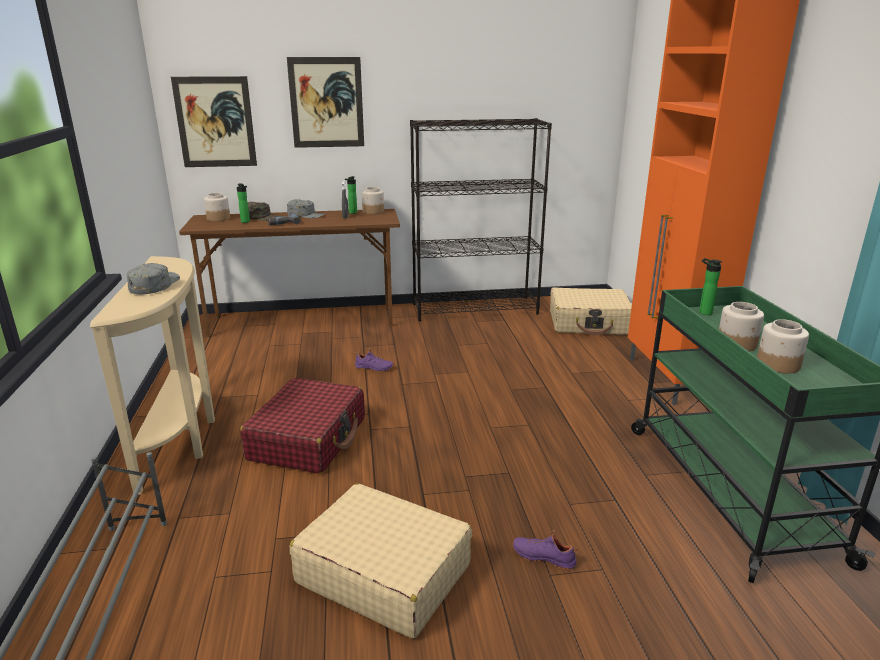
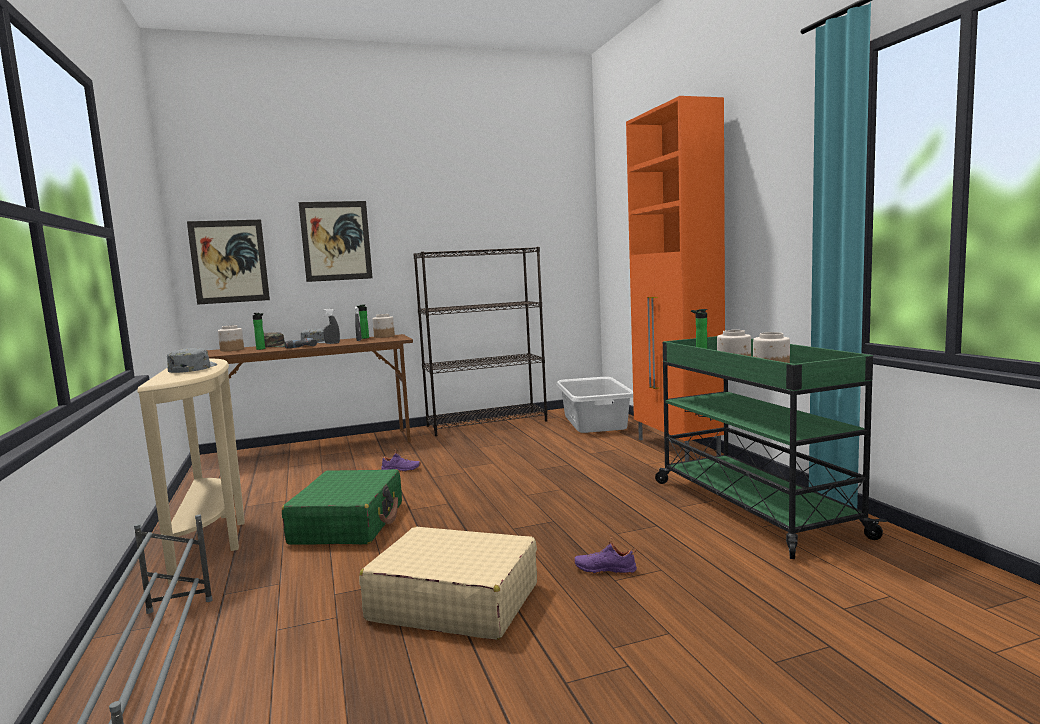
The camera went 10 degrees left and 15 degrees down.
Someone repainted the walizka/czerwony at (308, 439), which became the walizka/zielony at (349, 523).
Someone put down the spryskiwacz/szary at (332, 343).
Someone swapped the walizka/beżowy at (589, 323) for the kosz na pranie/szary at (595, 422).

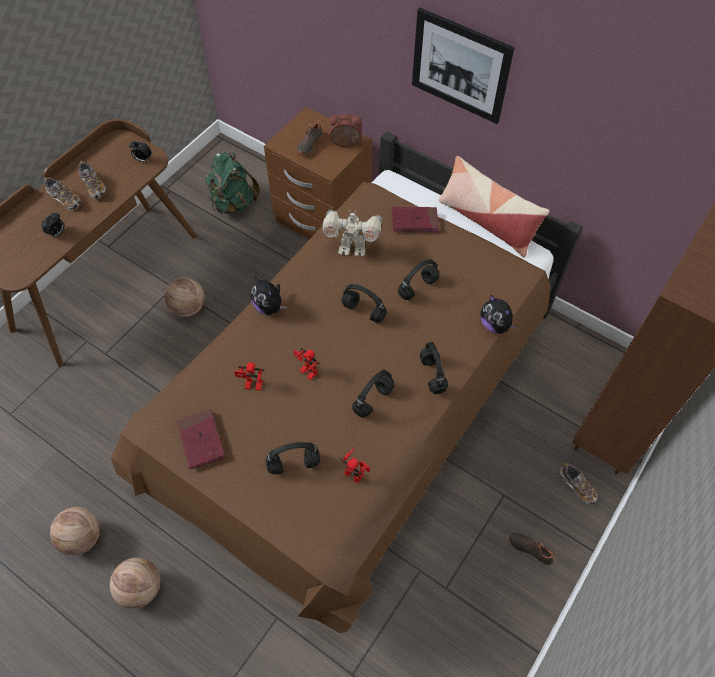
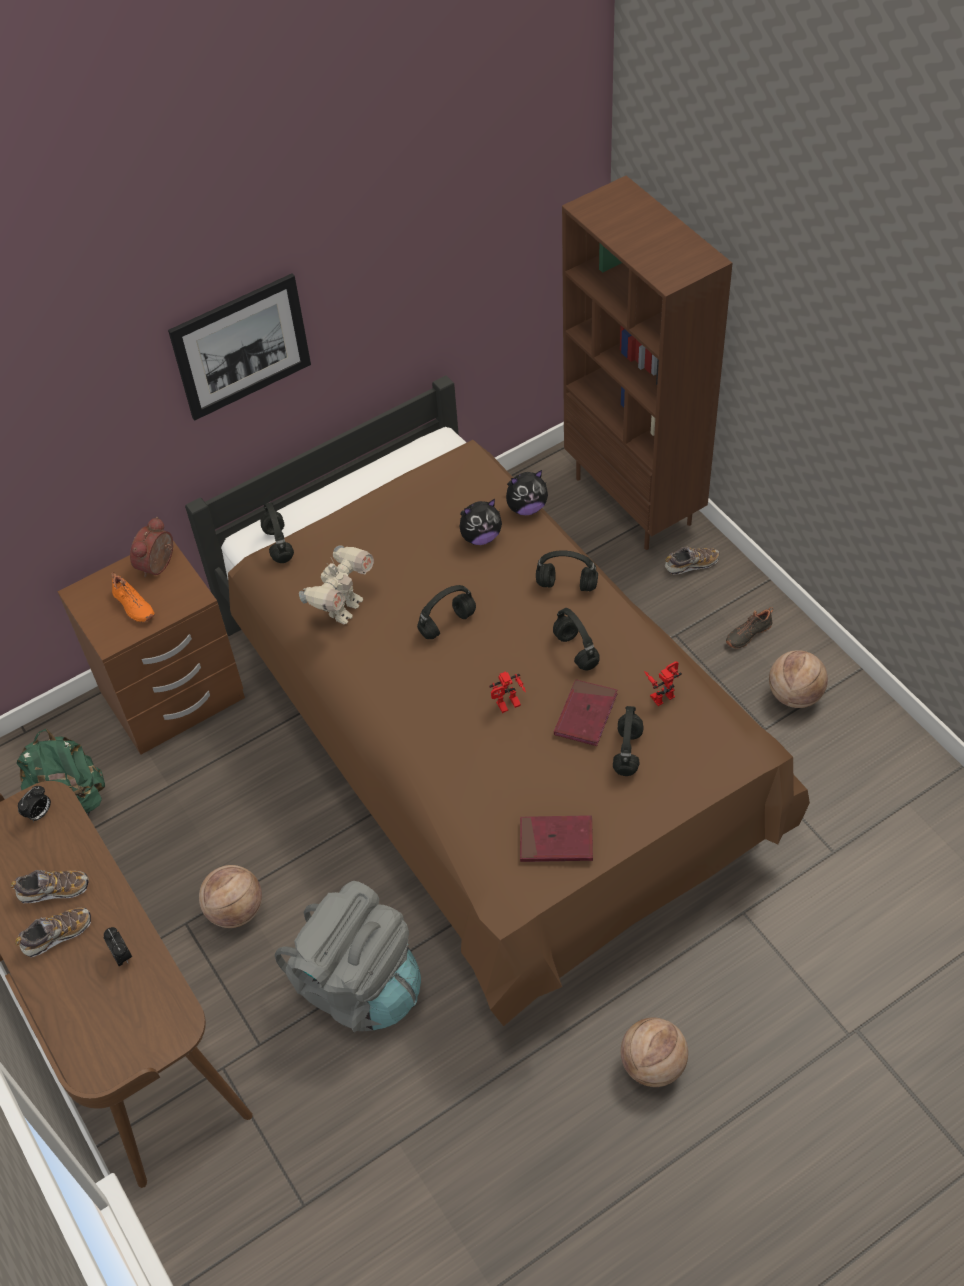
The camera went 65 degrees left and 5 degrees down.
Someone repainted the but/czarny at (309, 144), which became the but/pomarańczowy at (133, 606).
Someone carried the słuchawki/czarny from (418, 287) to (278, 544).
Someone put down the plecak/szary at (359, 985).
Someone carried the pluszak from (269, 307) to (480, 537).
Someone carried the książka/czerwony from (414, 221) to (585, 715).
Someone carried the piłka do koszykówki from (82, 537) to (794, 695).
Someone took away the robot zabawkowy at (252, 386).
Someone took away the poduszka at (487, 221).

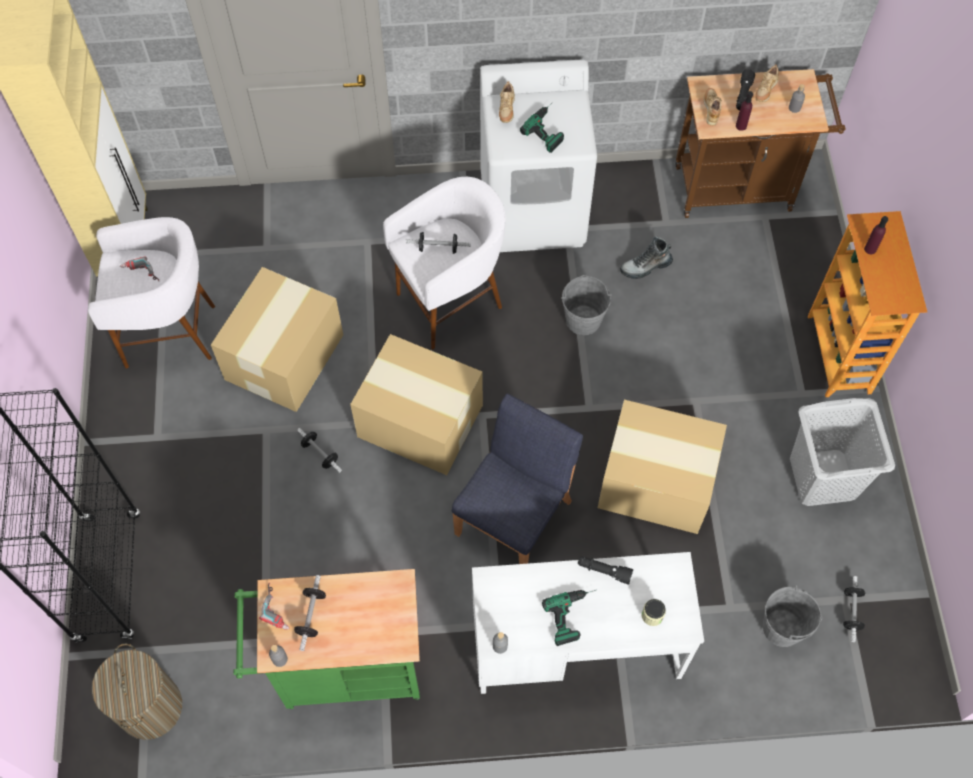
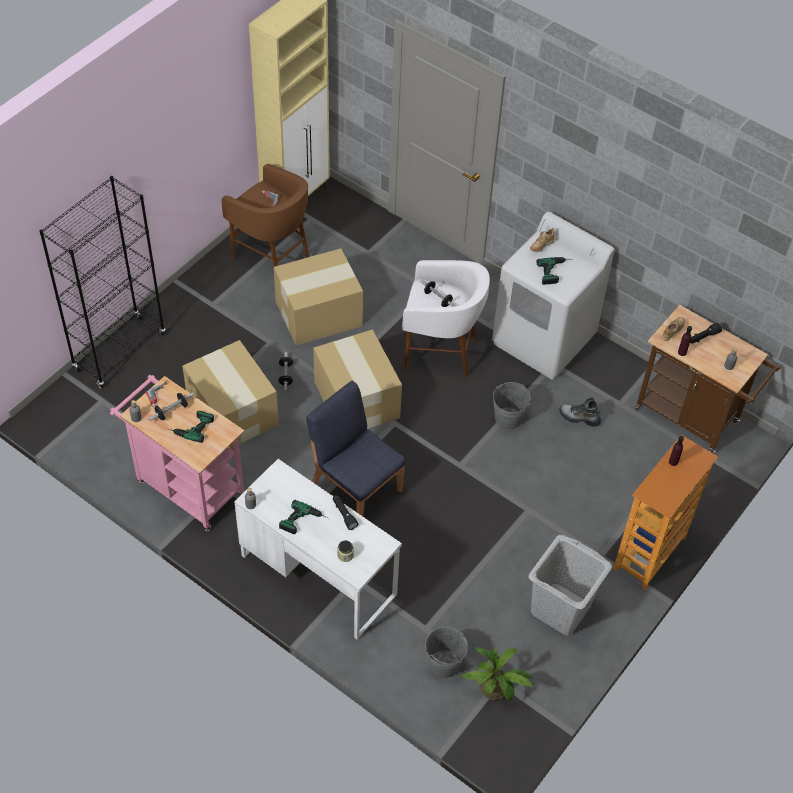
The camera went 40 degrees right and 10 degrees down.
Someone repainted the wózek/zielony at (343, 667), which became the wózek/różowy at (186, 485).
Someone put down the wiertarka at (190, 426).
Someone carried the karton from (657, 483) to (232, 413).
Someone repainted the stołek/biały at (171, 333), which became the stołek/brązowy at (272, 259).
Someone rotated the krzesło/niebieski at (515, 516) by 120 degrees counterclockwise.
Someone swapped the hantel at (851, 611) for the roślina doniczkowa at (496, 690).
Someone took away the kosz na pranie at (150, 707).
Someone took away the but/beżowy at (765, 91).

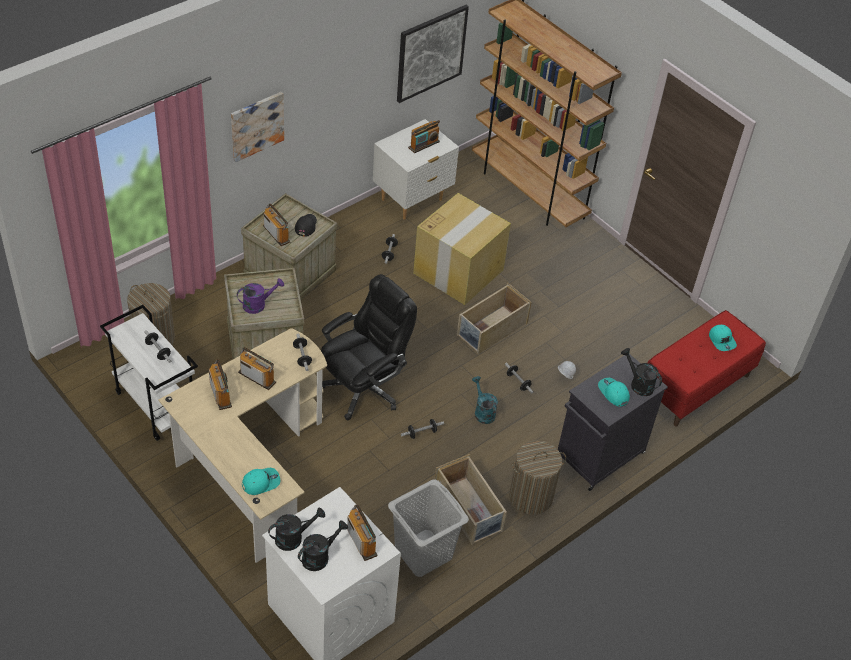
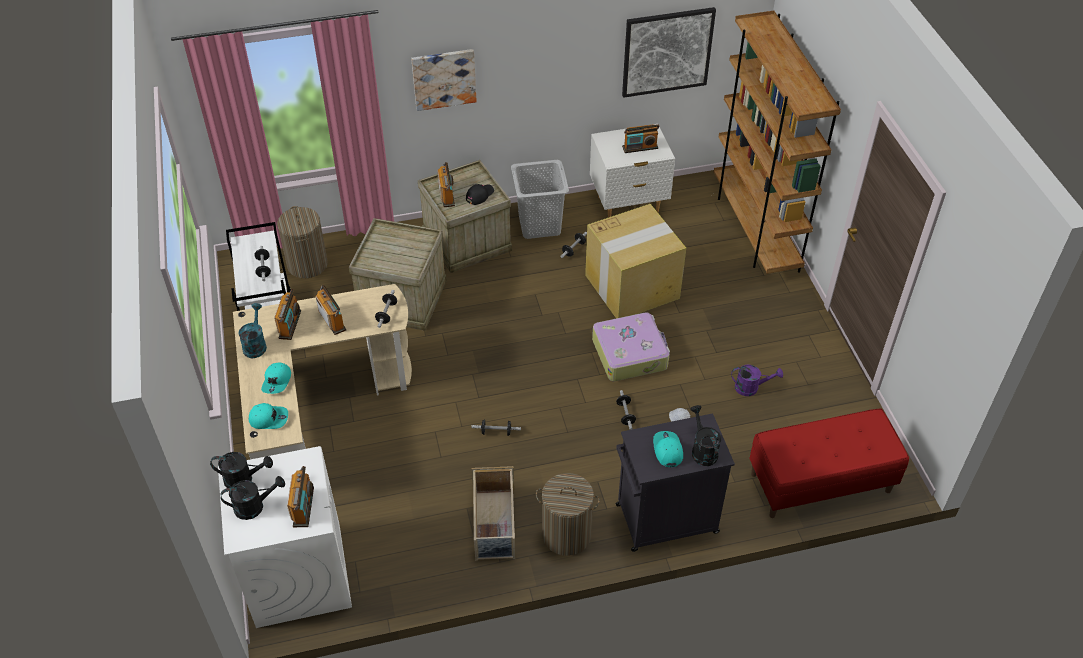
The camera went 30 degrees right and 0 degrees up.
Someone carried the konewka/turkusowy from (483, 411) to (255, 344).
Someone carried the czapka z daszkiem/turkusowy from (722, 340) to (277, 381).
Someone carried the kosz na pranie/szary from (424, 553) to (540, 225).
Someone swapped the pojemnik do przechowywania/beżowy at (491, 329) for the walizka at (630, 353).
Someone carried the konewka/fioletowy from (258, 304) to (751, 388).
Someone took away the krzesło biurowe/czarny at (364, 388).

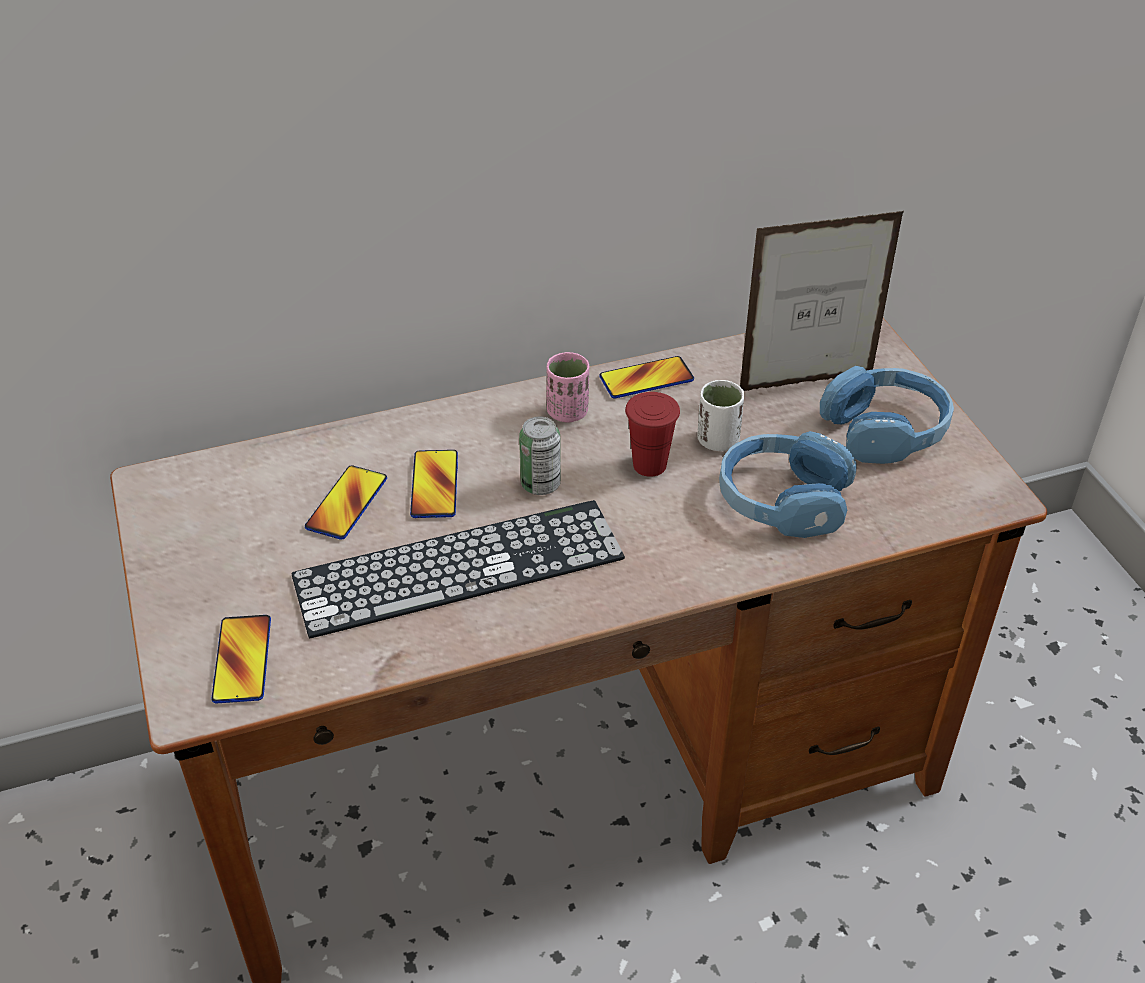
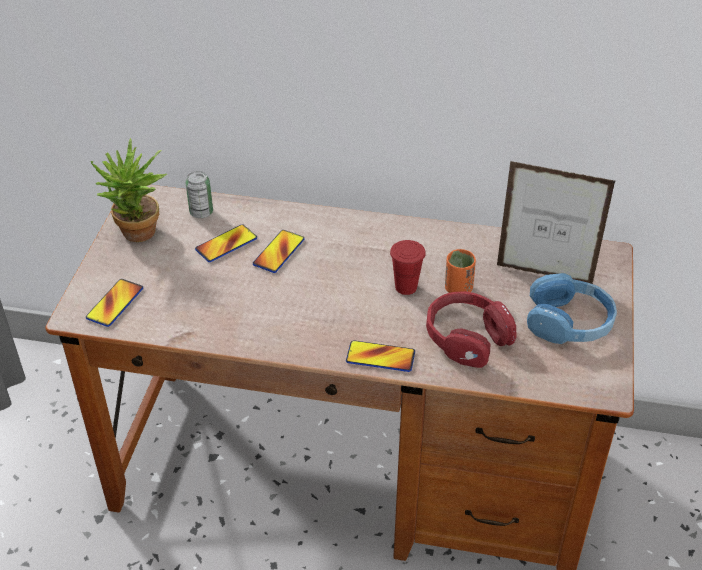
The camera went 30 degrees right and 0 degrees up.
Someone put down the roślina doniczkowa at (137, 236).
Someone carried the puszka from (540, 484) to (201, 212).
Someone carried the telefon from (646, 379) to (380, 357).
Someone repainted the słuchawki/niebieski at (782, 500), which became the słuchawki/czerwony at (466, 338).
Someone repainted the filiżanka/biały at (717, 440), which became the filiżanka/pomarańczowy at (458, 288).
Someone took away the klawiatura at (459, 567).
Someone took away the filiżanka/różowy at (567, 412).

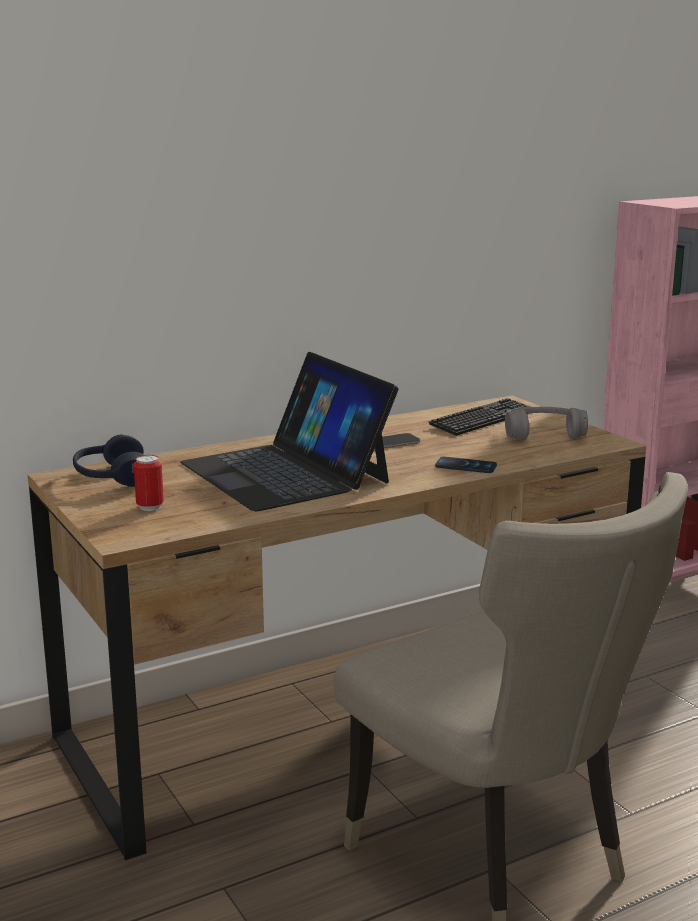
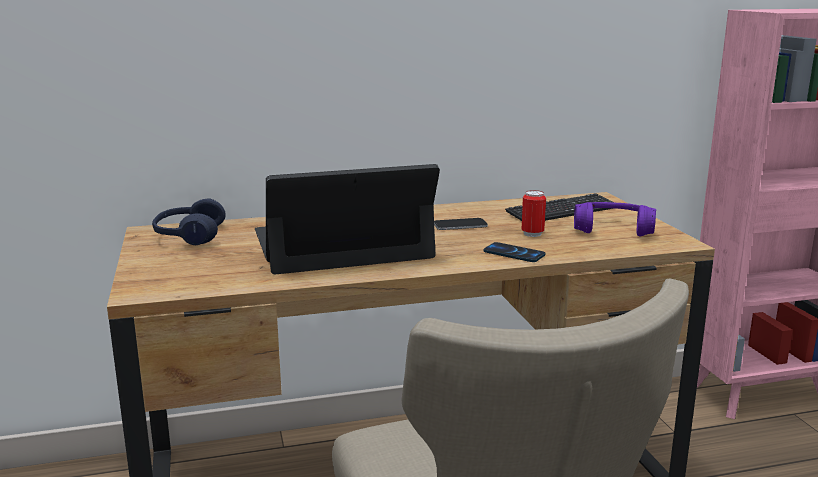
The camera went 15 degrees right and 0 degrees up.
Someone rotated the laptop at (286, 472) by 90 degrees clockwise.
Someone carried the puszka from (150, 507) to (532, 234).
Someone repainted the słuchawki/szary at (543, 434), which became the słuchawki/fioletowy at (612, 229).

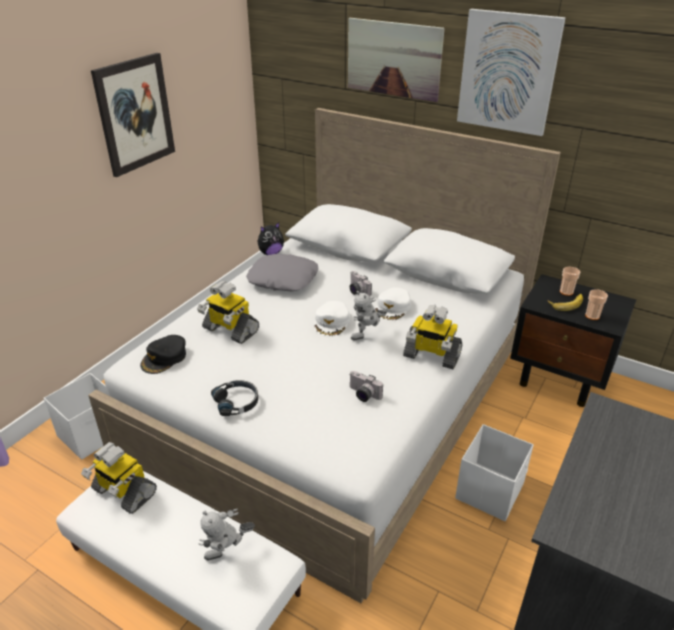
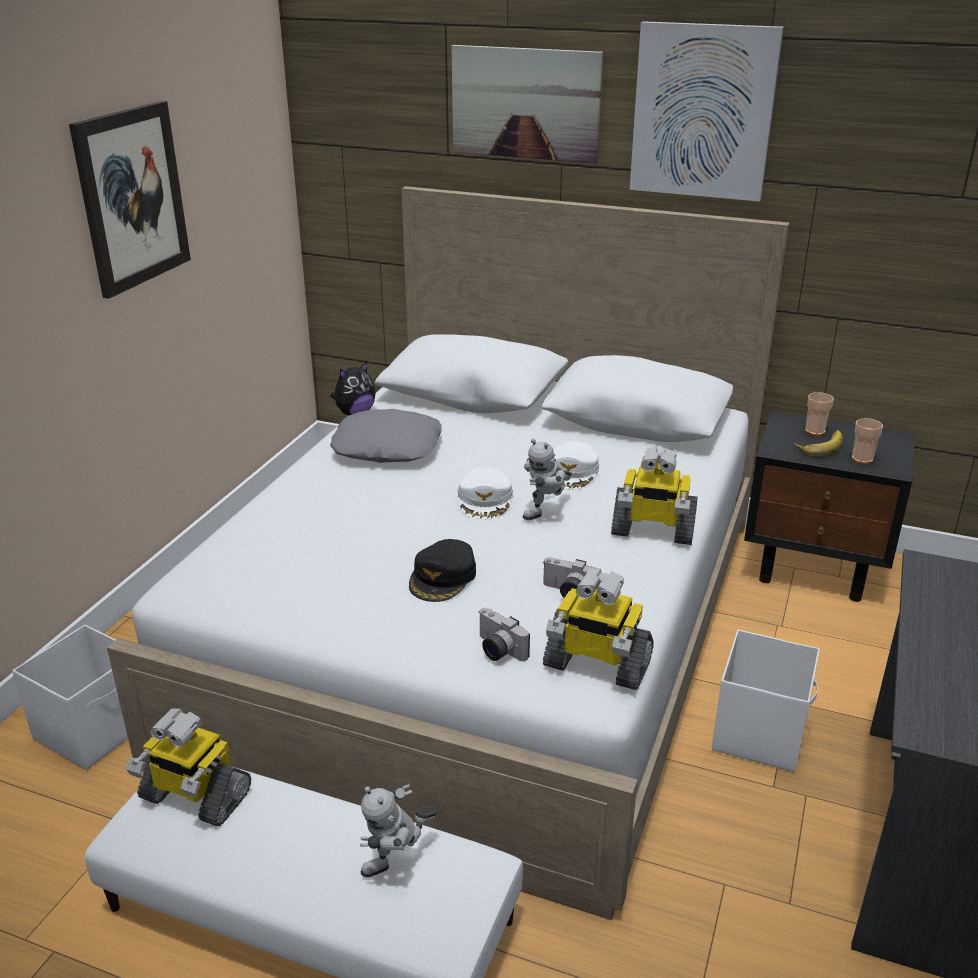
The camera went 10 degrees left and 5 degrees down.
Someone carried the czapka z daszkiem/czarny from (164, 358) to (443, 577).
Someone carried the aparat fotograficzny from (357, 291) to (497, 650).
Someone carried the robot zabawkowy from (230, 330) to (596, 664).
Someone took away the słuchawki/czarny at (237, 402).

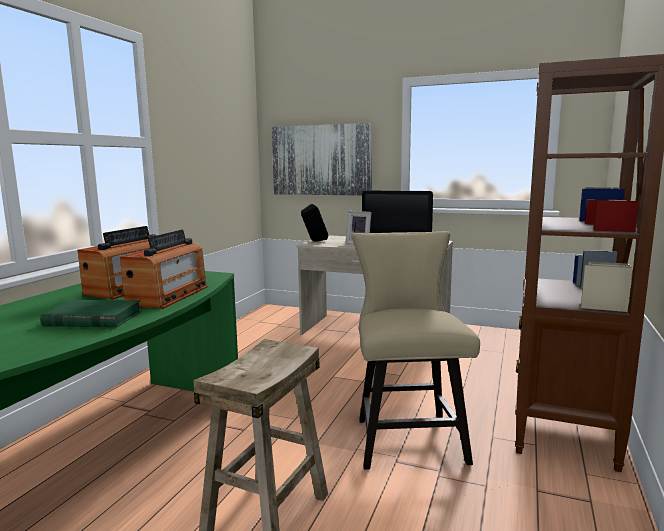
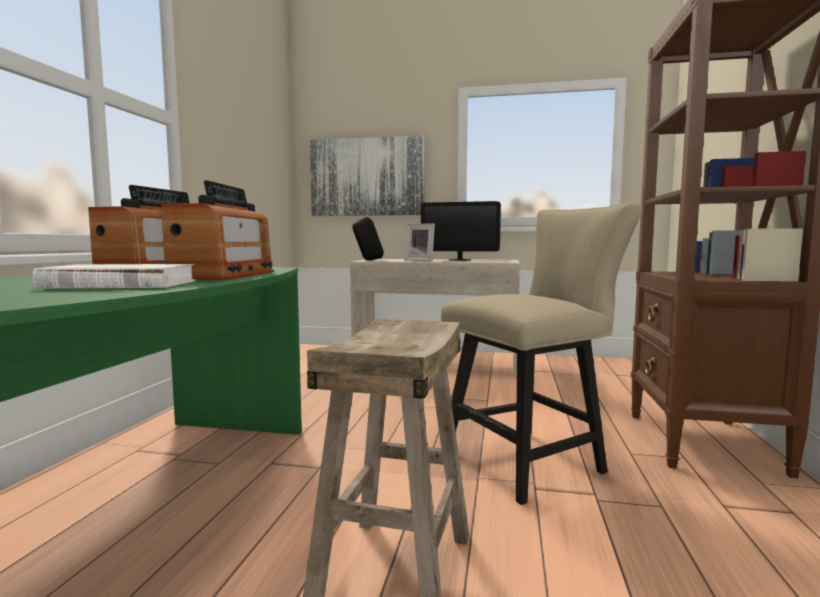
The camera went 10 degrees left and 5 degrees down.
Someone repainted the książka/zielony at (93, 319), which became the książka/biały at (120, 285).
Someone rotated the krzesło/beżowy at (406, 436) by 75 degrees clockwise.

